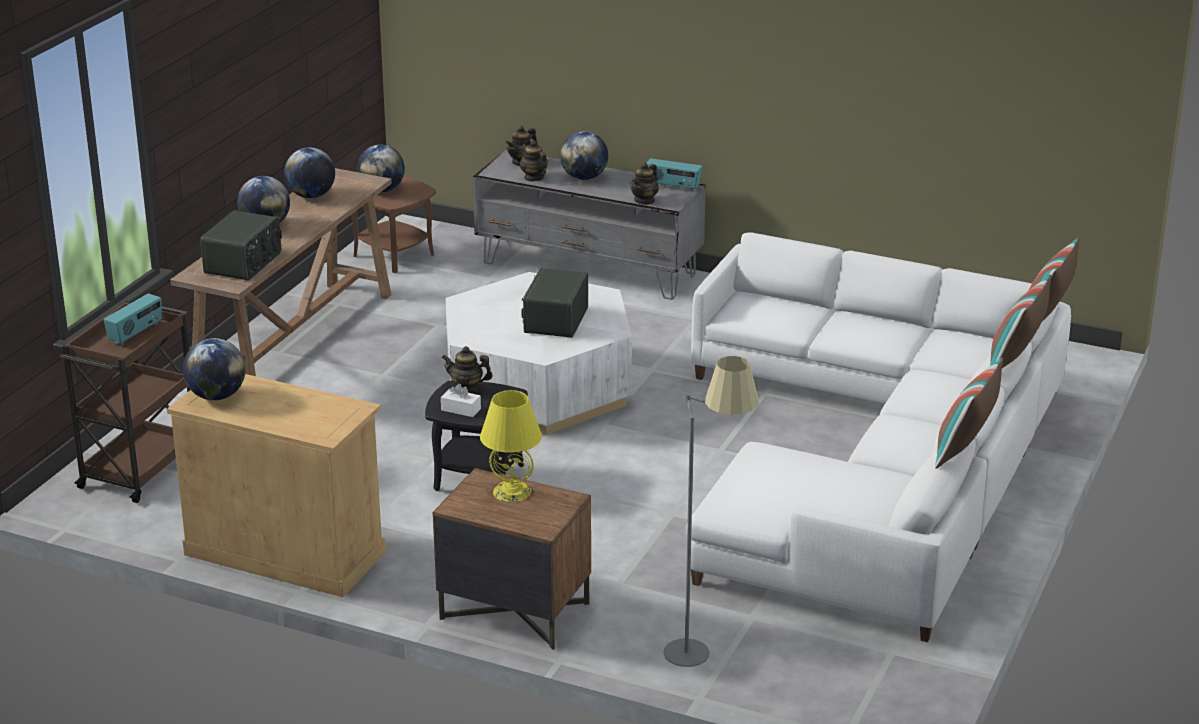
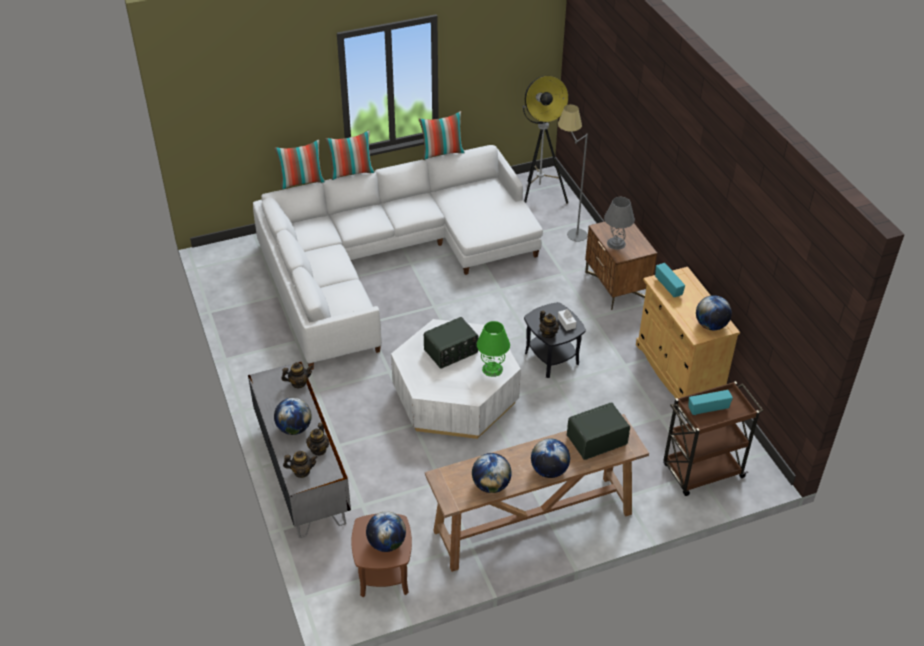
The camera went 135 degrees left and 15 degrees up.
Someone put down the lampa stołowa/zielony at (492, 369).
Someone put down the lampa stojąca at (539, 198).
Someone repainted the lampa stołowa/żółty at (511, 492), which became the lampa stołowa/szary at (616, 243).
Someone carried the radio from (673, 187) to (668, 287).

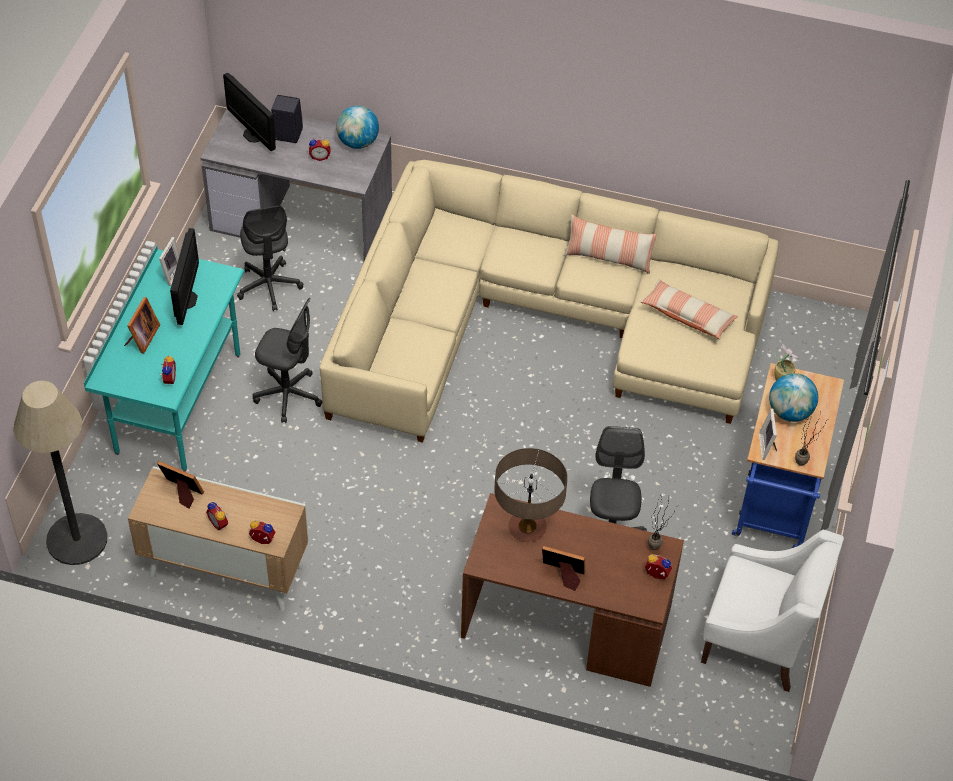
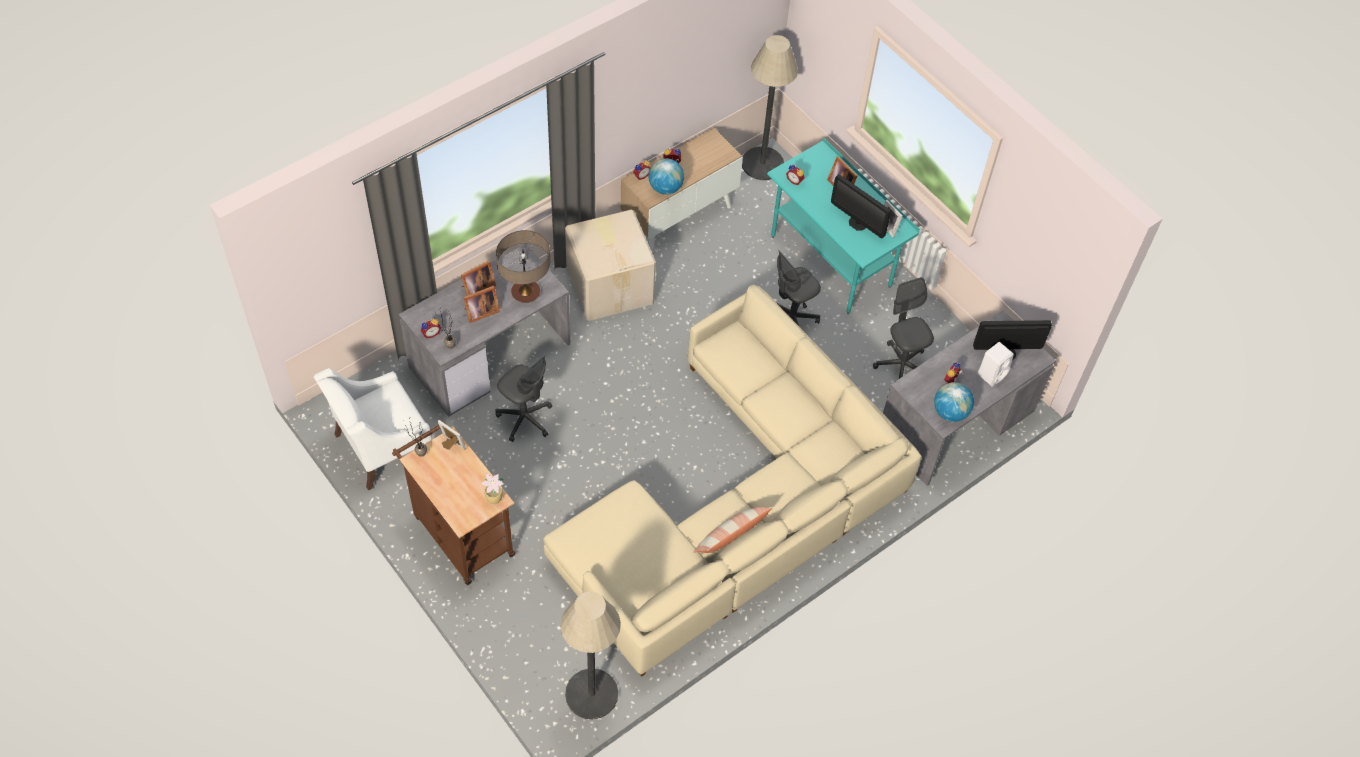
The camera went 125 degrees right and 5 degrees up.
Someone repainted the wózek/niebieski at (775, 507), which became the wózek/brązowy at (460, 532).
Someone repainted the biurko/brązowy at (565, 622), which became the biurko/szary at (490, 354).
Someone carried the ramka na zdjęcie from (182, 493) to (480, 312).
Someone put down the lampa stojąca at (591, 694).
Someone put down the karton at (610, 285).
Someone carried the globus from (790, 412) to (665, 188).
Someone rotated the krzesło biurowe/szary at (269, 286) by 45 degrees clockwise.
Someone repainted the głośnik/czarny at (286, 134), which became the głośnik/biały at (992, 374).
Someone took away the poduszka at (687, 316).

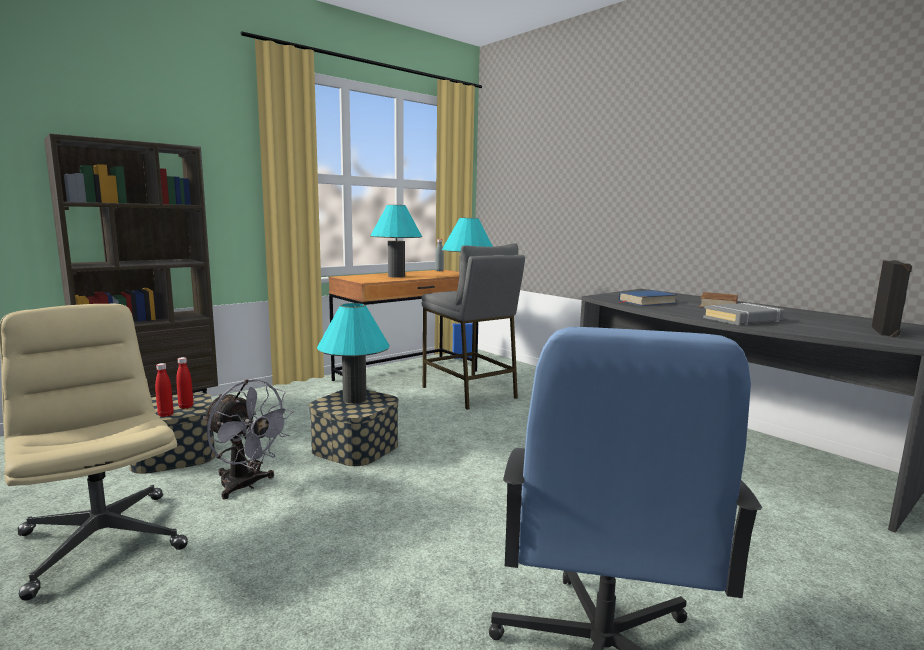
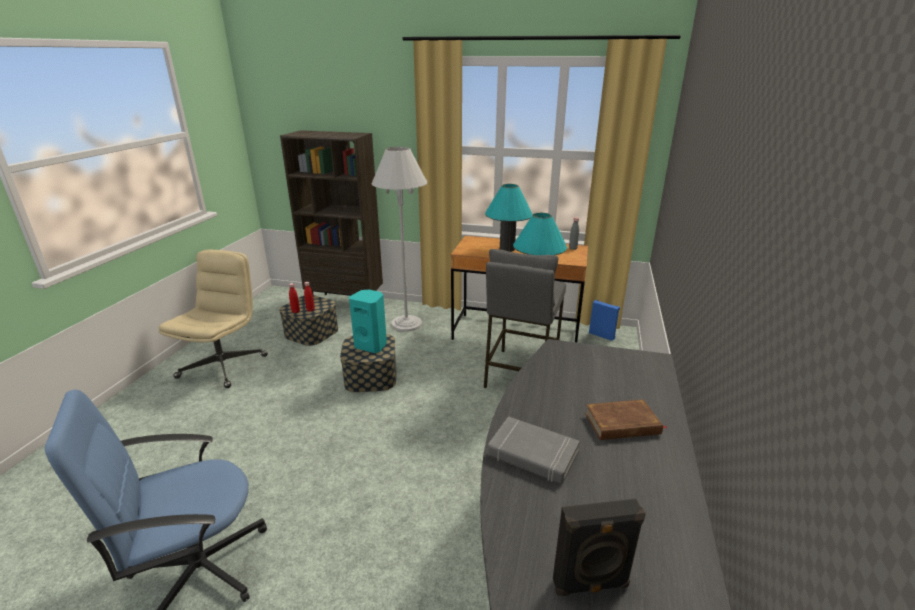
The camera went 55 degrees right and 15 degrees up.
Someone swapped the lampa stołowa/turkusowy at (354, 399) for the głośnik/turkusowy at (371, 345).
Someone put down the lampa stojąca/biały at (406, 324).
Someone took away the wentylator/szary at (246, 485).
Someone took away the książka/niebieski at (647, 302).

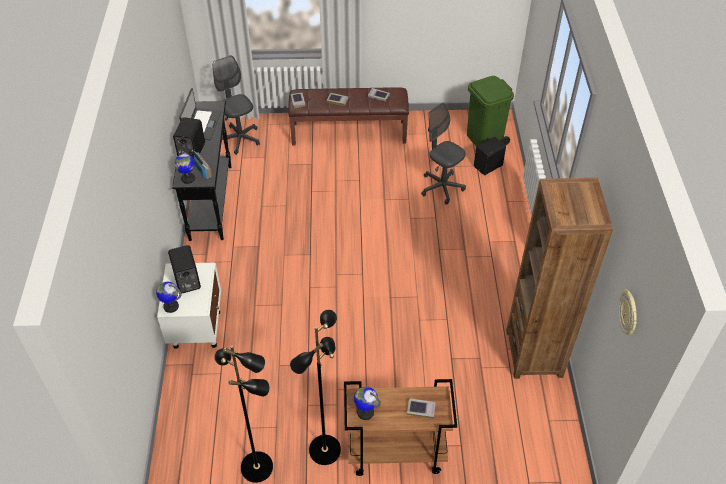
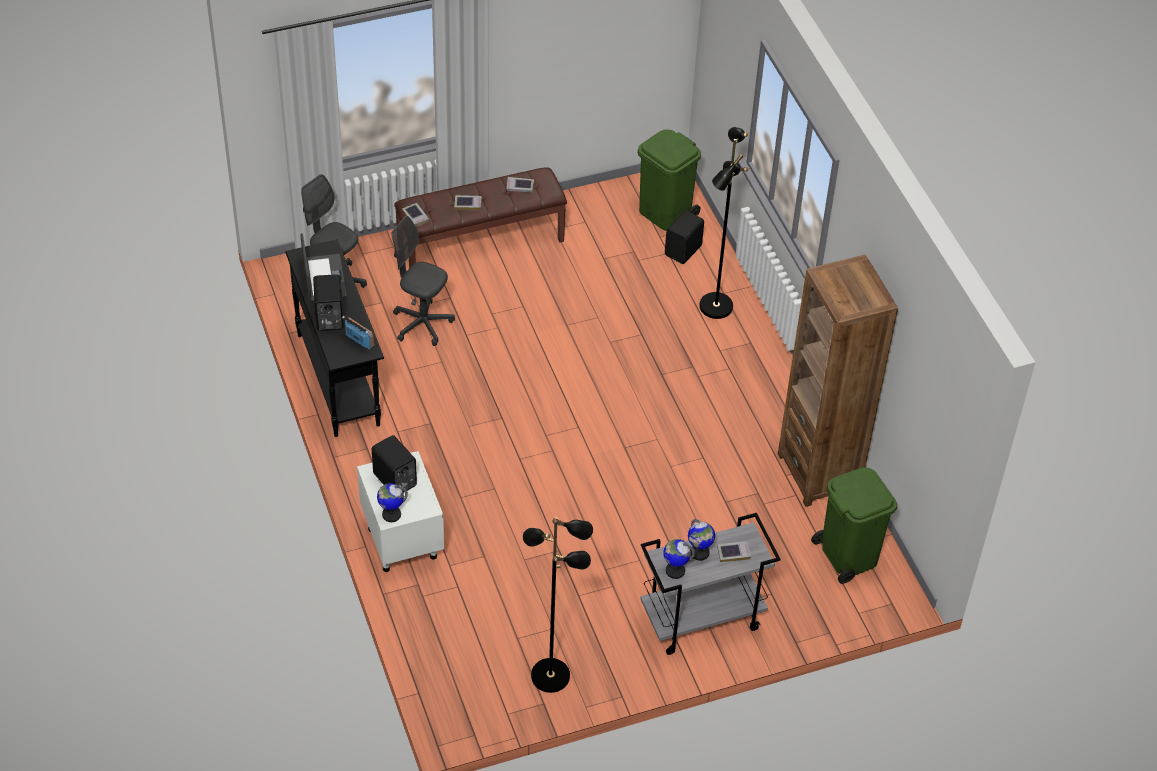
The camera went 20 degrees left and 0 degrees up.
Someone carried the krzesło biurowe/szary from (441, 187) to (422, 324).
Someone repainted the wózek/brązowy at (395, 452), which became the wózek/szary at (701, 620).
Someone carried the globus from (188, 179) to (699, 553).
Someone carried the lampa stojąca/czarny from (324, 449) to (715, 306).
Someone put down the kosz na śmieci/zielony at (847, 555).
Someone took away the zegar ścienny at (629, 313).

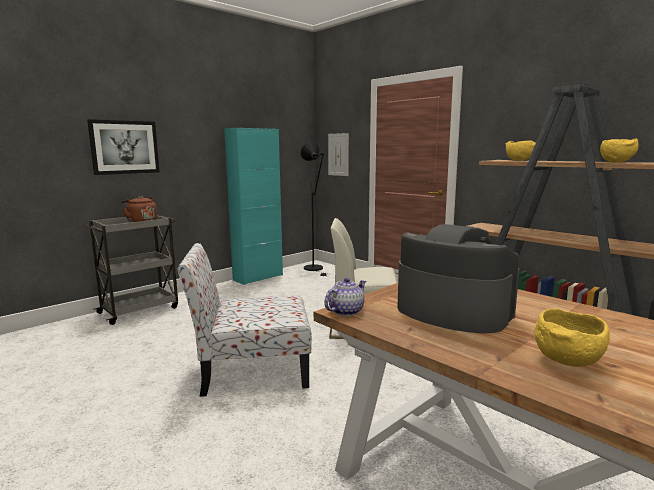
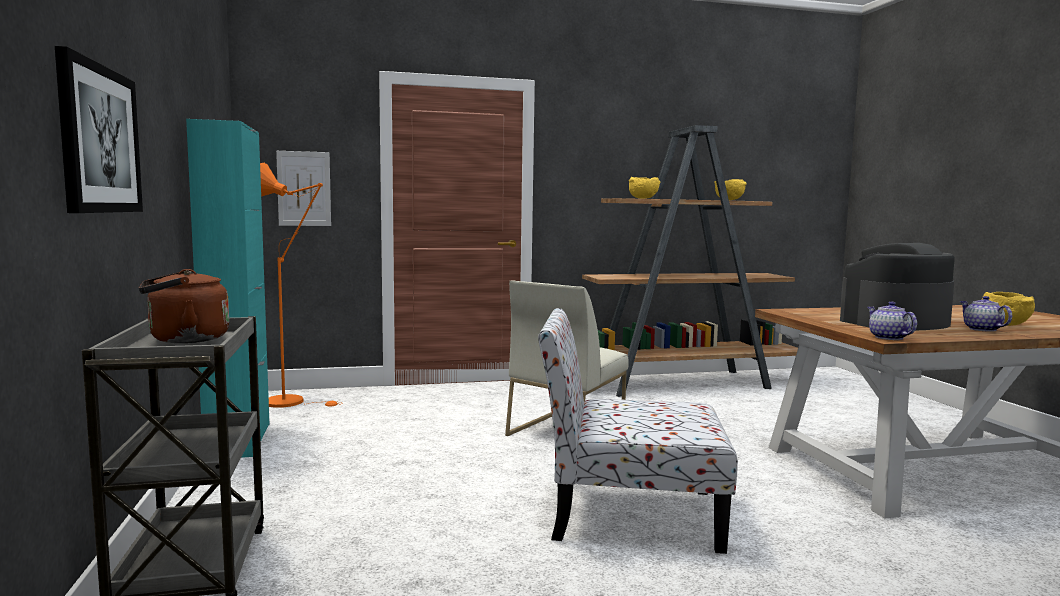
The camera went 60 degrees left and 5 degrees down.
Someone repainted the lampa stojąca/czarny at (315, 269), which became the lampa stojąca/pomarańczowy at (292, 402).
Someone rotated the krzesło at (252, 370) by 75 degrees clockwise.
Someone put down the imbryk at (981, 329).

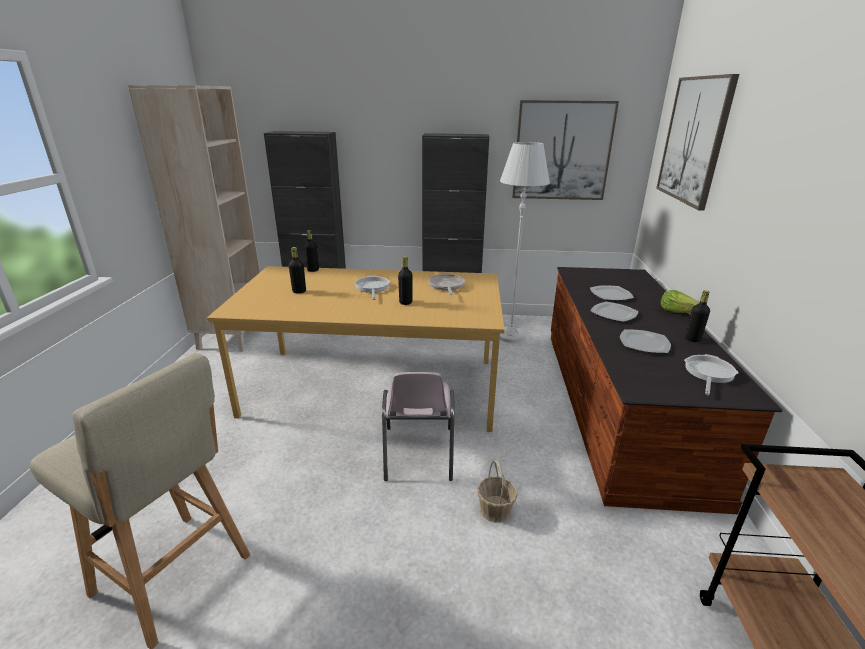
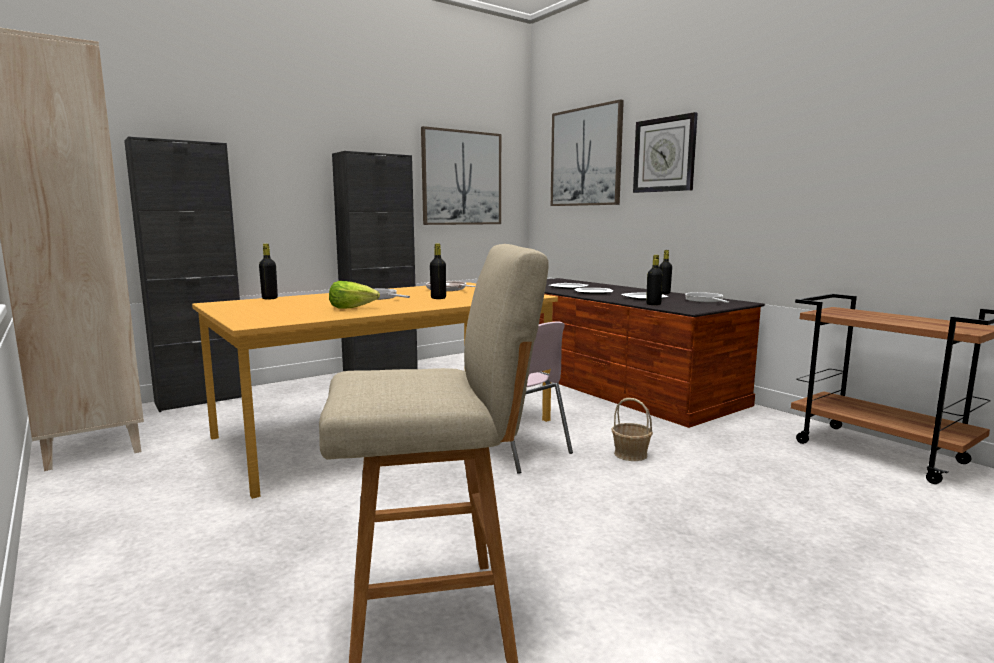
The camera went 40 degrees left and 15 degrees down.
Someone carried the sałata from (677, 311) to (353, 308).
Someone put up the zegar ścienny at (664, 155).
Someone carried the butelka/czarny from (299, 291) to (653, 304).
Someone took away the lampa stojąca/biały at (510, 336).

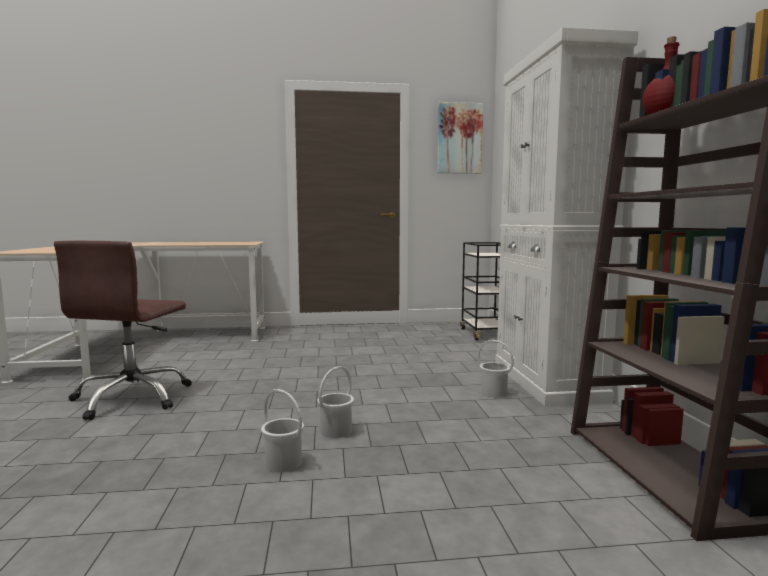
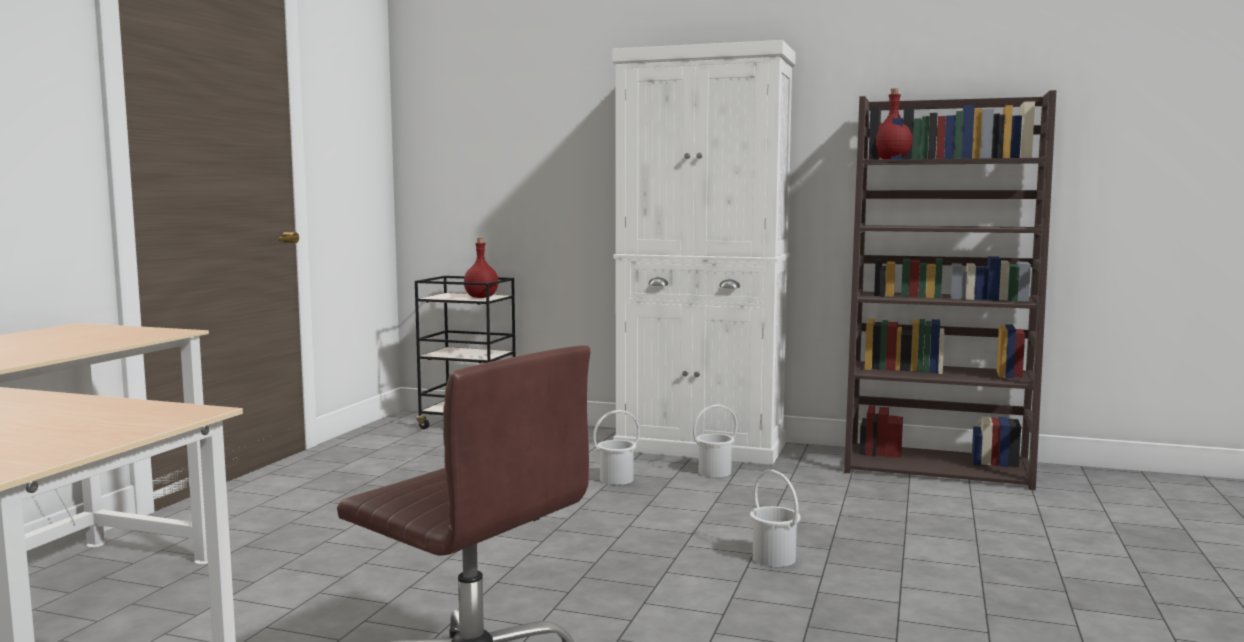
The camera went 65 degrees left and 0 degrees up.
Someone put down the butelka/czerwony at (481, 297).
Someone carried the wiadro/biały from (283, 463) to (617, 480).
Someone took away the obraz at (459, 138).

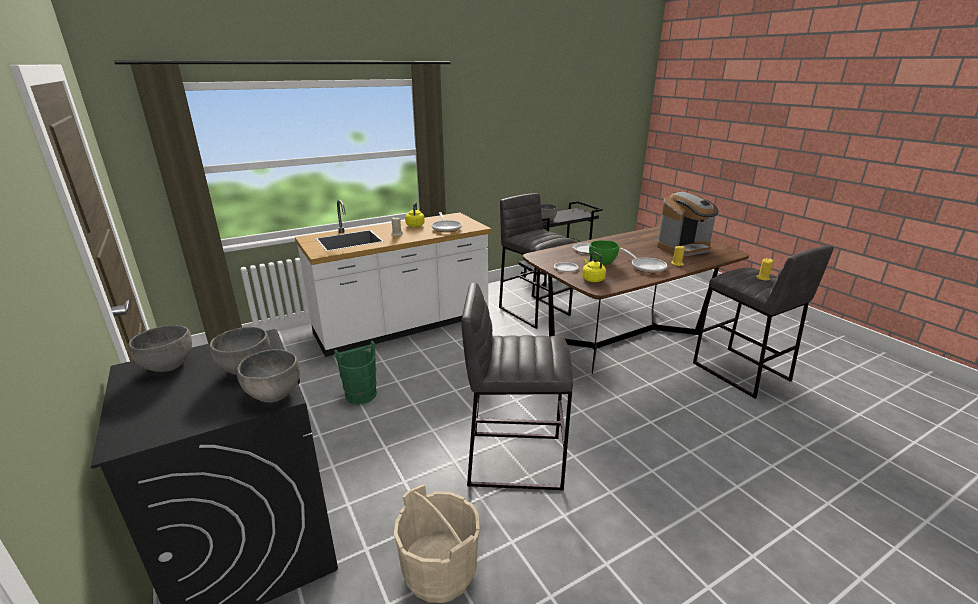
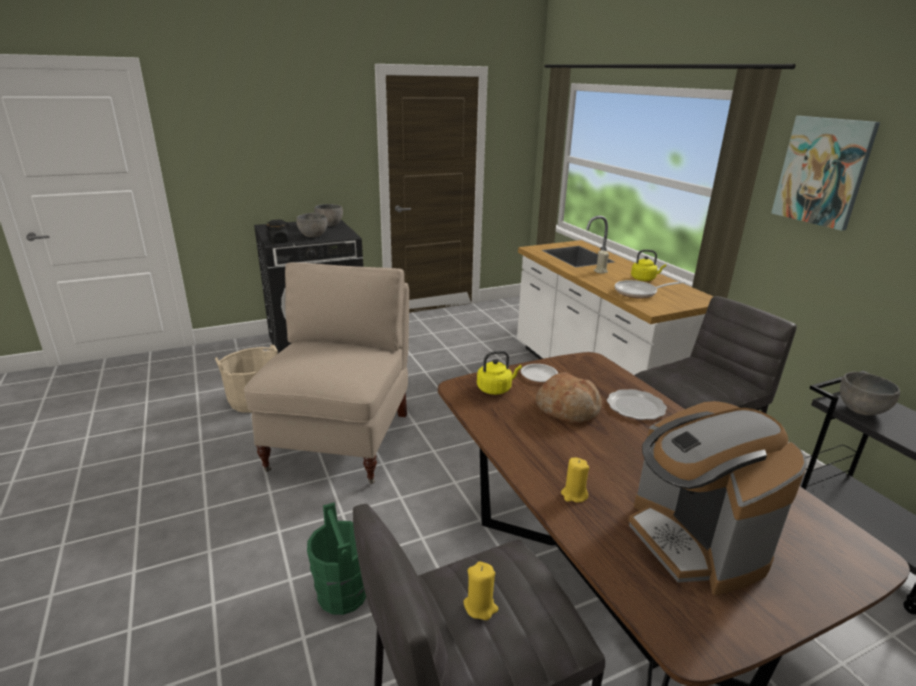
The camera went 95 degrees right and 0 degrees up.
Someone swapped the stołek/szary at (514, 459) for the krzesło/beżowy at (341, 440).
Someone swapped the miska/szary at (274, 395) for the słoik/czarny at (279, 241).
Someone carried the wiadro/zielony from (360, 395) to (342, 593).
Someone swapped the miska/zielony at (602, 263) for the chleb at (568, 409).
Someone put up the obraz at (823, 171).
Someone took away the patelnia at (646, 267).

